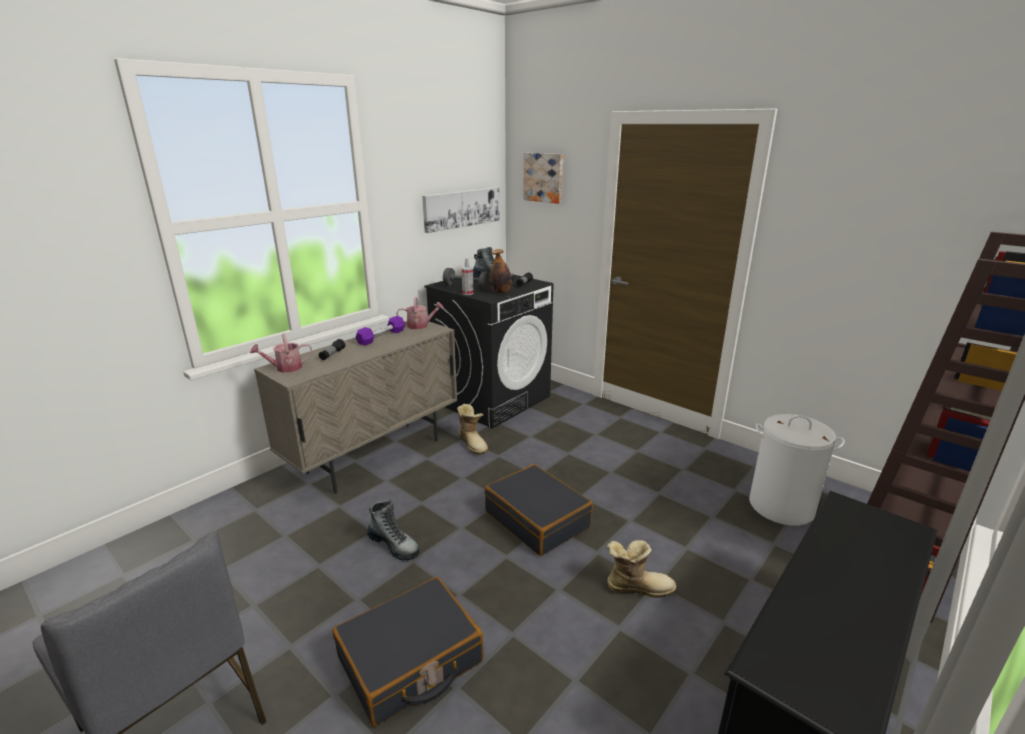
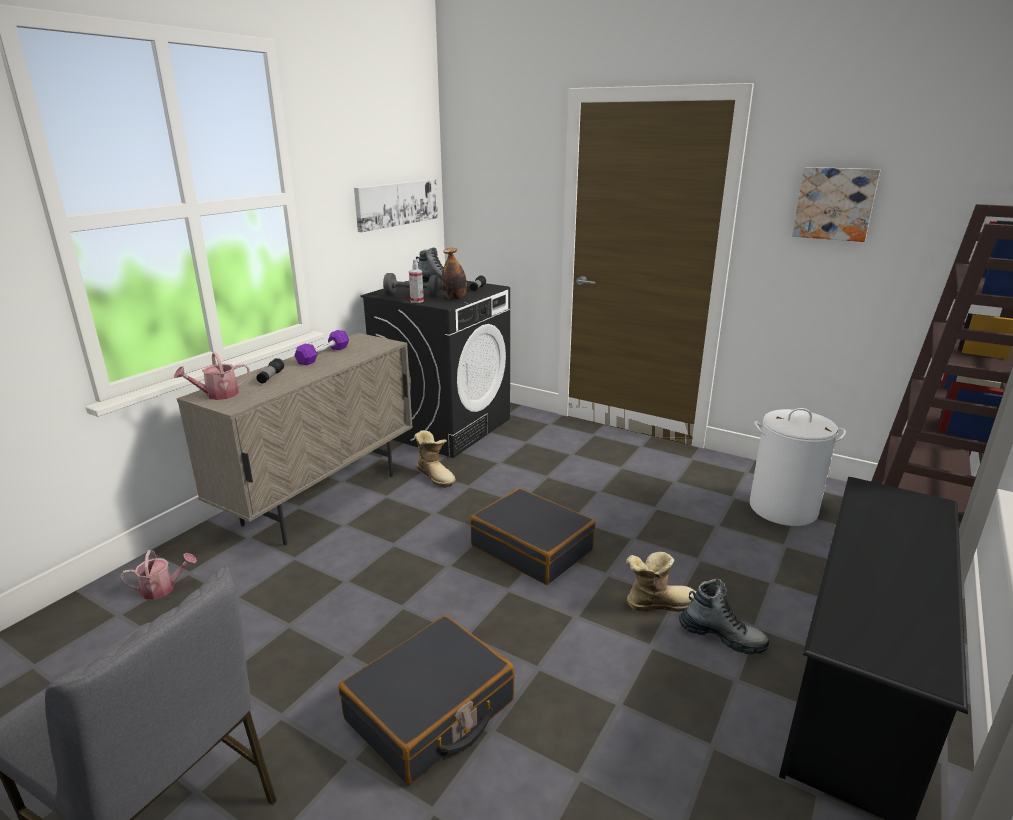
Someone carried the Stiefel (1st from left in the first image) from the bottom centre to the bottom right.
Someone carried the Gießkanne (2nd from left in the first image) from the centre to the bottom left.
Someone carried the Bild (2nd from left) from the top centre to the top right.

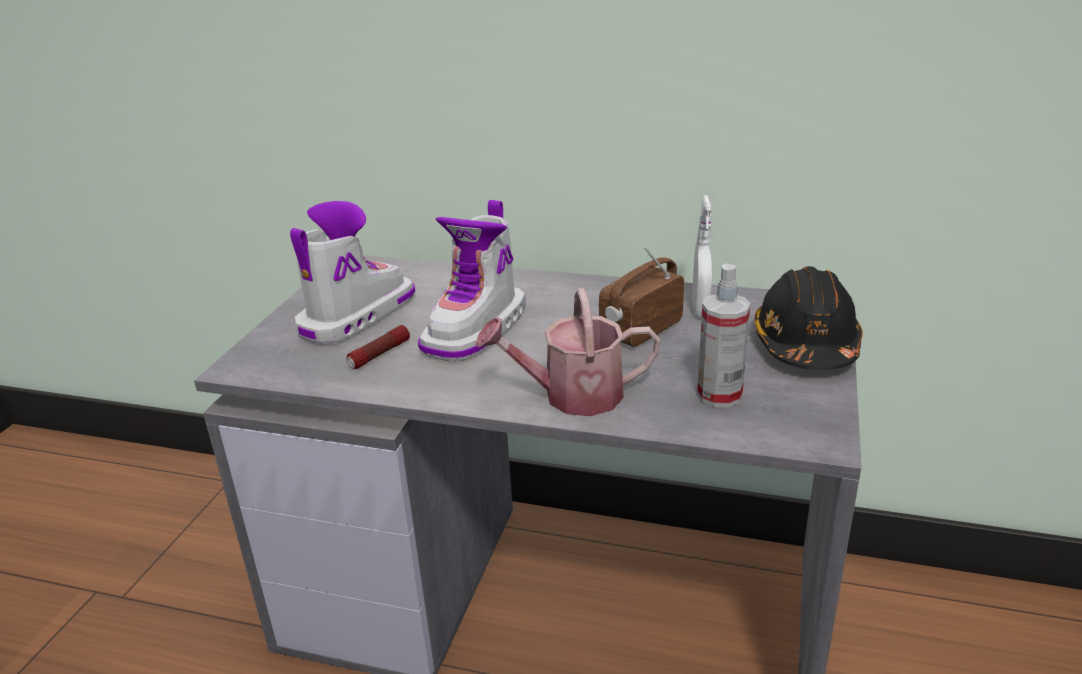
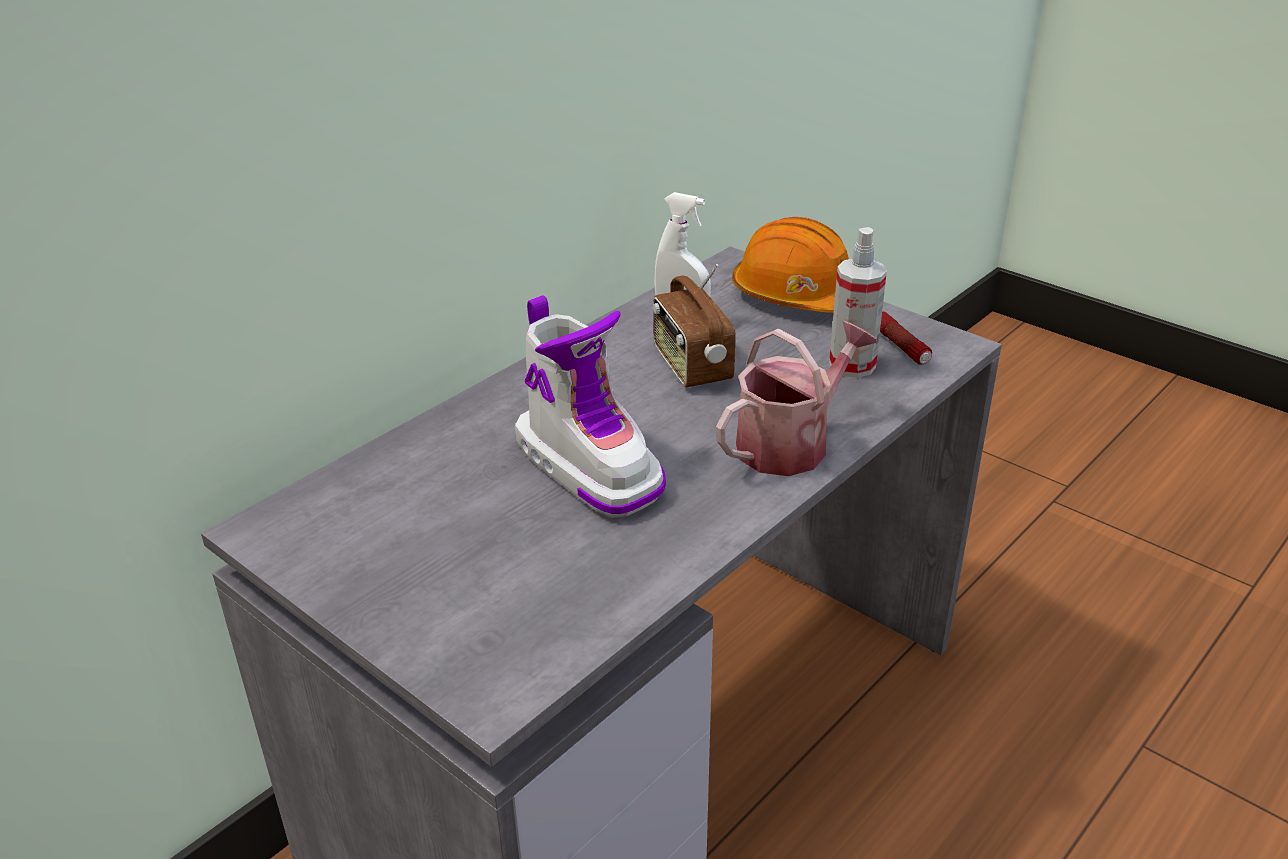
Someone took away the Stiefel (1st from left) at the middle left.
Someone carried the Taschenlampe from the centre to the middle right.
Someone rotated the Gießkanne at the centre by 150 degrees counterclockwise.
Someone repainted the Schutzhelm (schwarz) at the middle right, which became the Schutzhelm (orange) at the top centre.

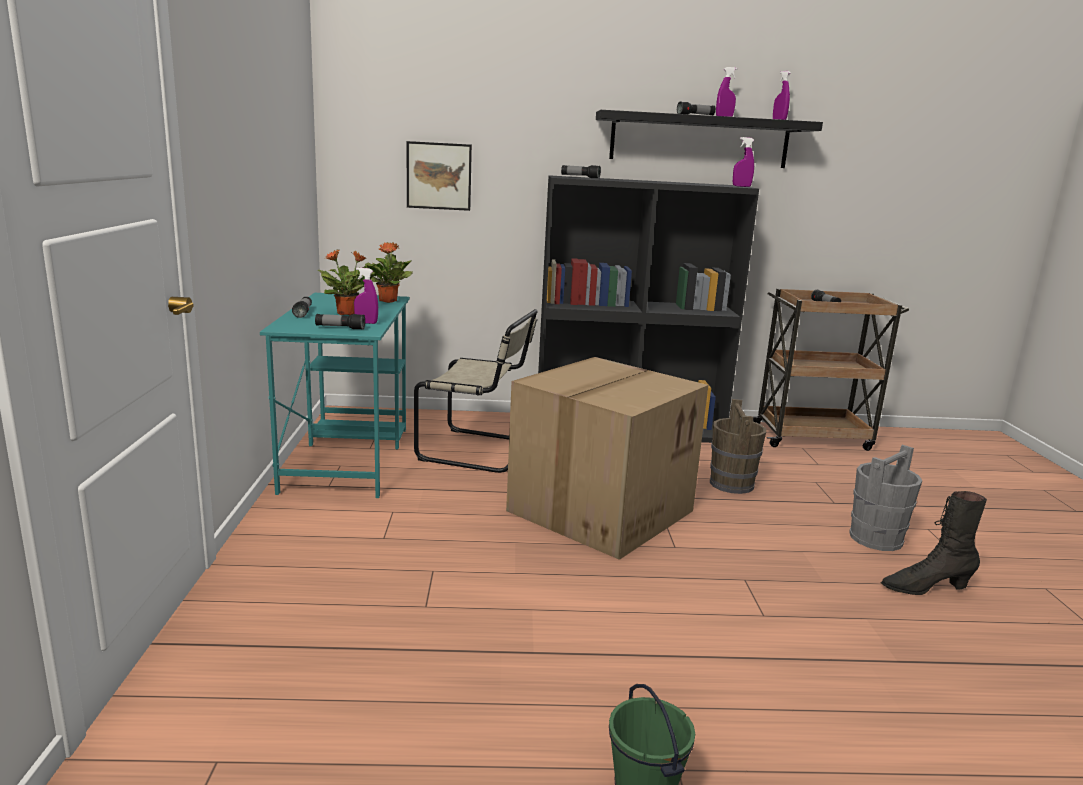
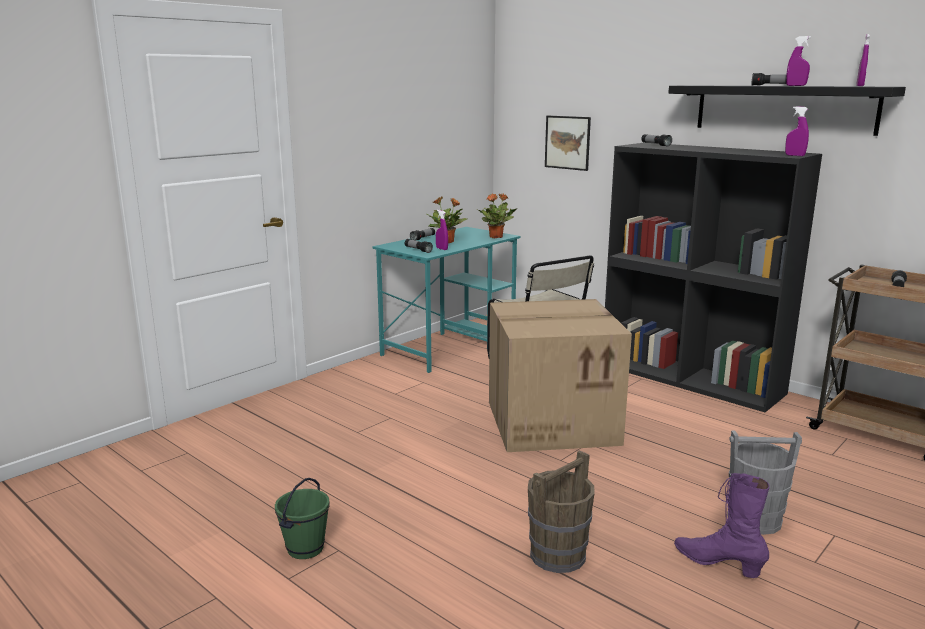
Someone carried the Eimer (braun) from the middle right to the bottom centre.
Someone repainted the Stiefel (schwarz) at the bottom right, which became the Stiefel (lila) at the bottom right.

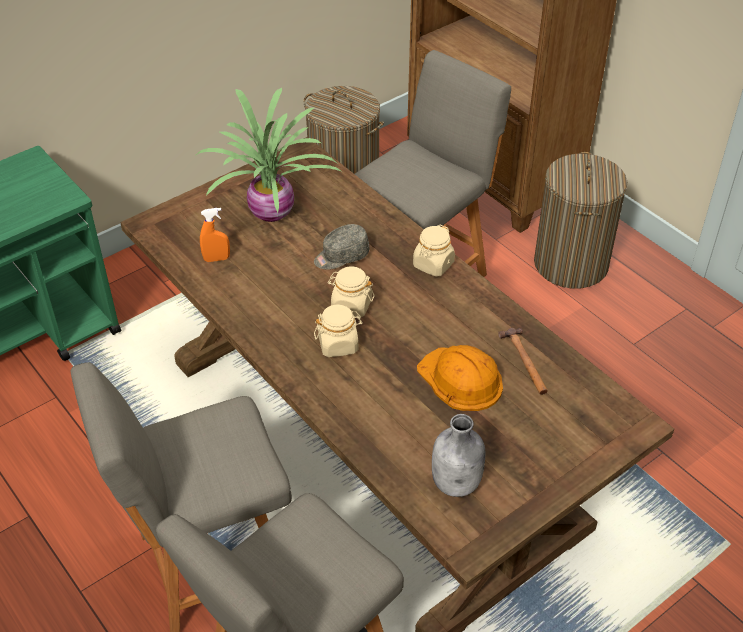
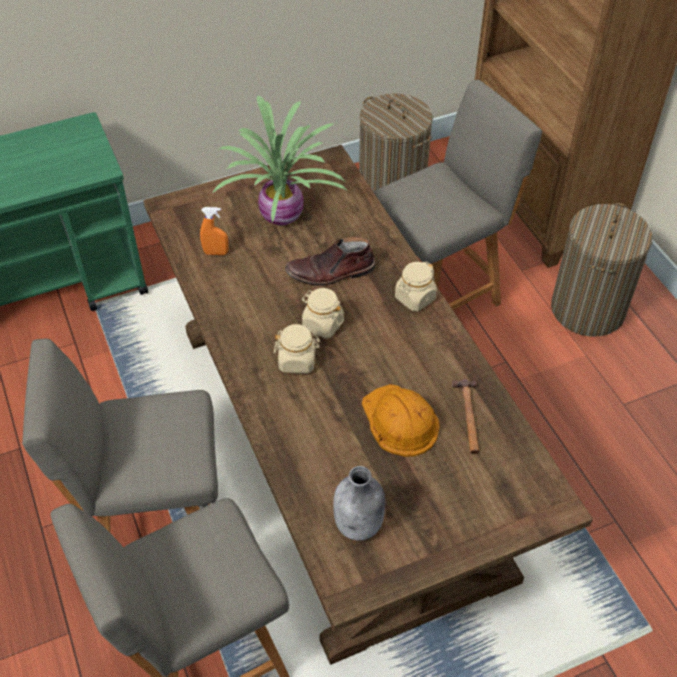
Someone swapped the Kappe (grau) at the centre for the Stiefel (braun) at the centre.

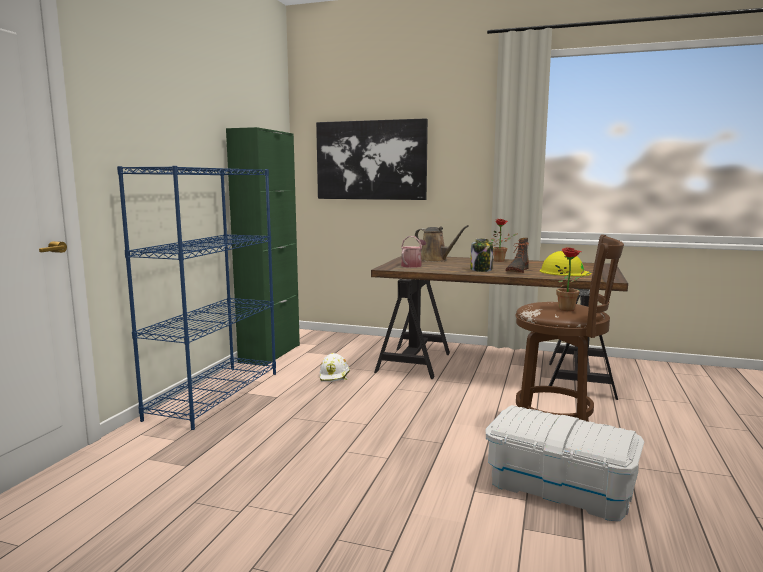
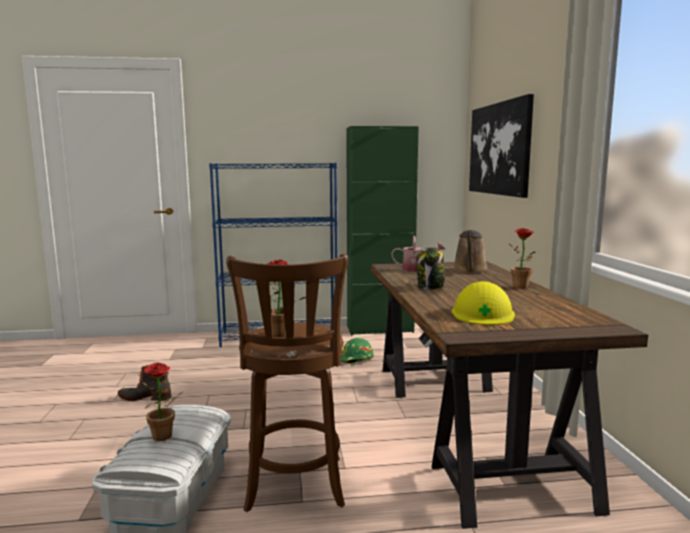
Someone repainted the Schutzhelm (weiß) at the centre, which became the Schutzhelm (grün) at the centre.
Someone carried the Stiefel from the middle right to the bottom left.
Someone put down the Topfpflanze (1st from left) at the bottom left.

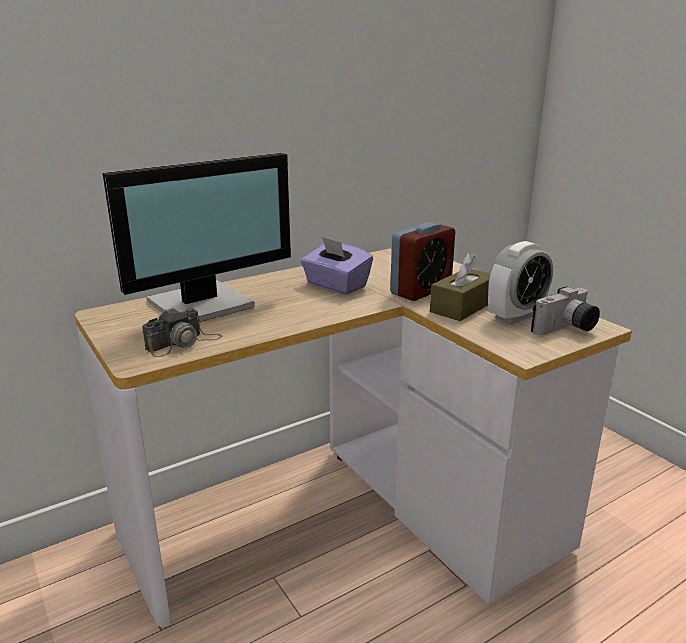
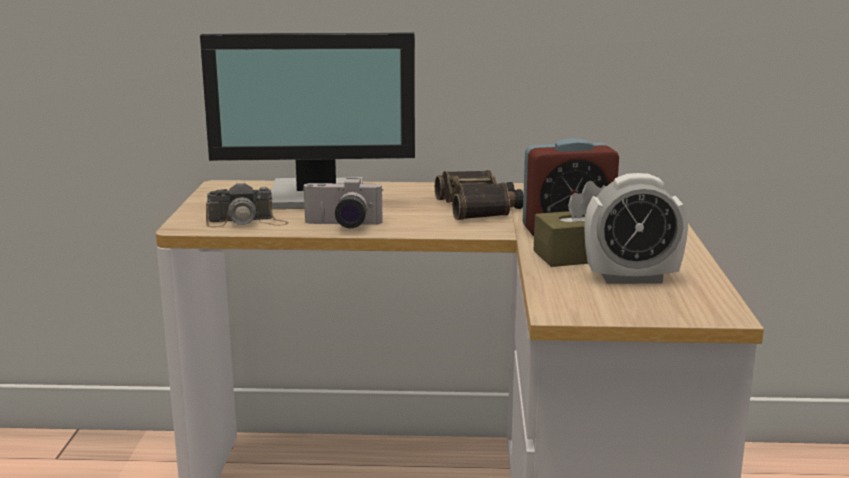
Someone swapped the Taschentuchbox (lila) at the centre for the Fernglas at the centre.
Someone carried the Kamera (2nd from left) from the middle right to the centre.

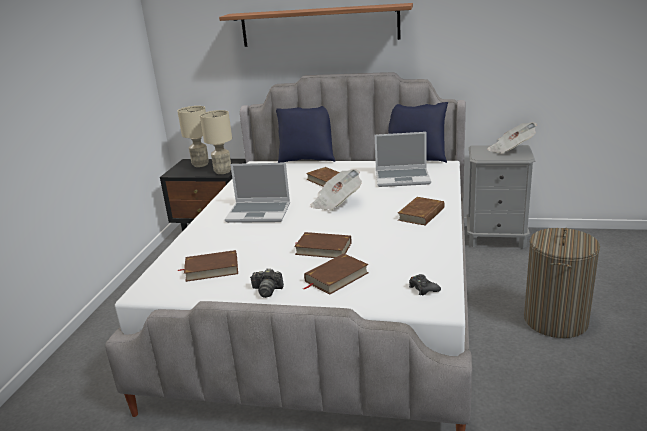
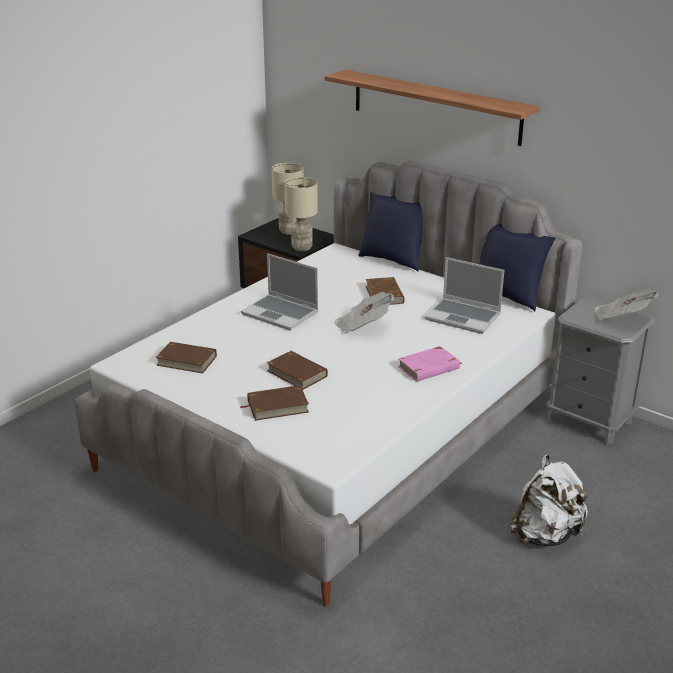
Someone took away the Kamera at the centre.
Someone repainted the Buch (braun) (5th from left) at the centre, which became the Buch (rosa) at the centre.
Someone took away the Gamepad (schwarz) at the centre.
Someone swapped the Wäschekorb at the middle right for the Rucksack (weiß) at the bottom right.

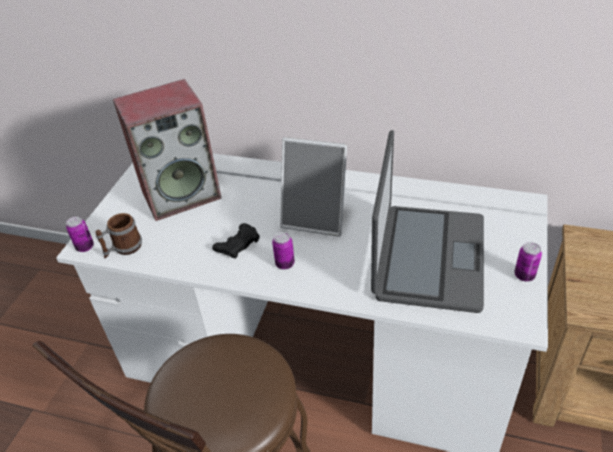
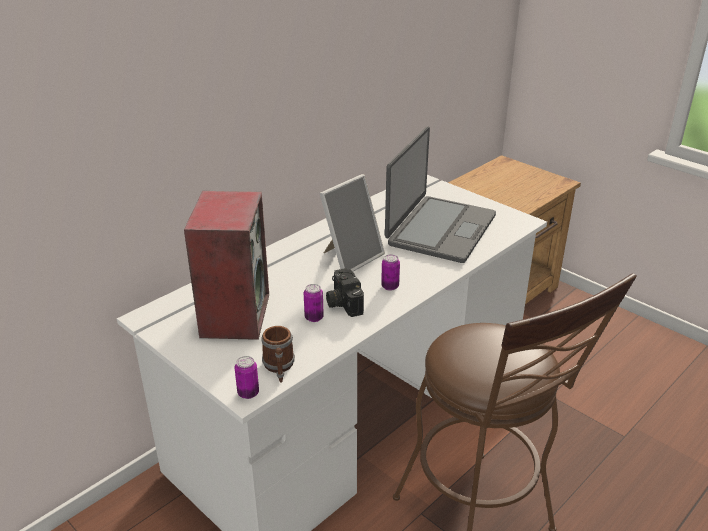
Someone swapped the Gamepad (schwarz) at the centre for the Kamera at the centre.
Someone rotated the Laptop at the middle right by 75 degrees clockwise.
Someone carried the Dose (3rd from left in the first image) from the middle right to the centre.

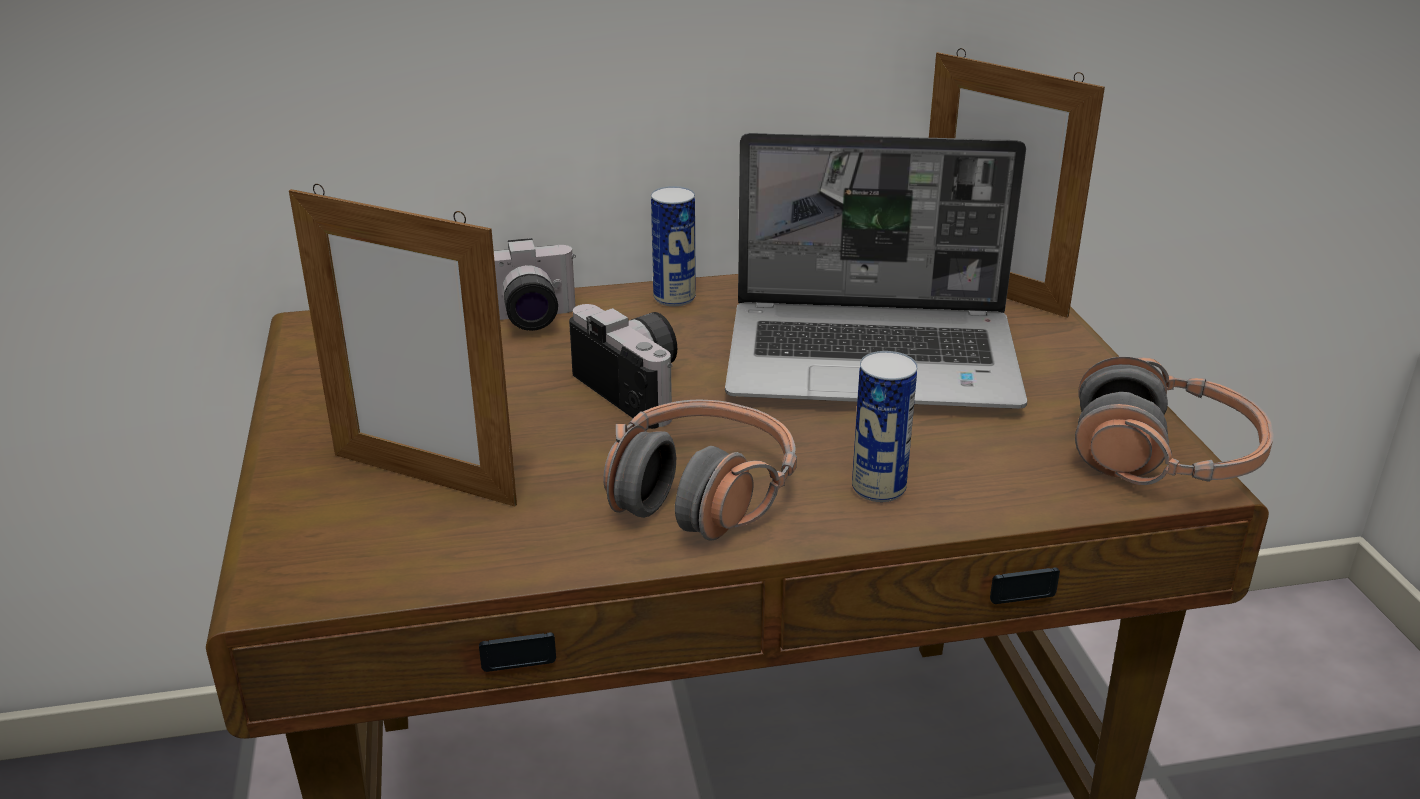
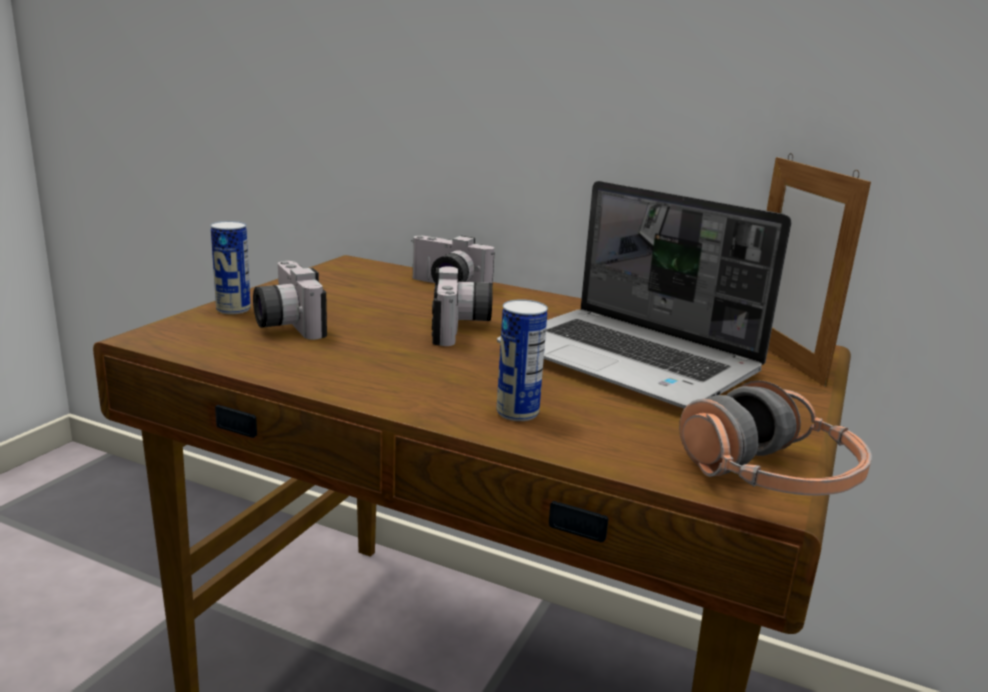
Someone swapped the Bilderrahmen (1st from left) at the middle left for the Kamera (1st from left) at the middle left.
Someone took away the Kopfhörer (1st from left) at the centre.
Someone carried the Dose (1st from left) from the top centre to the middle left.

